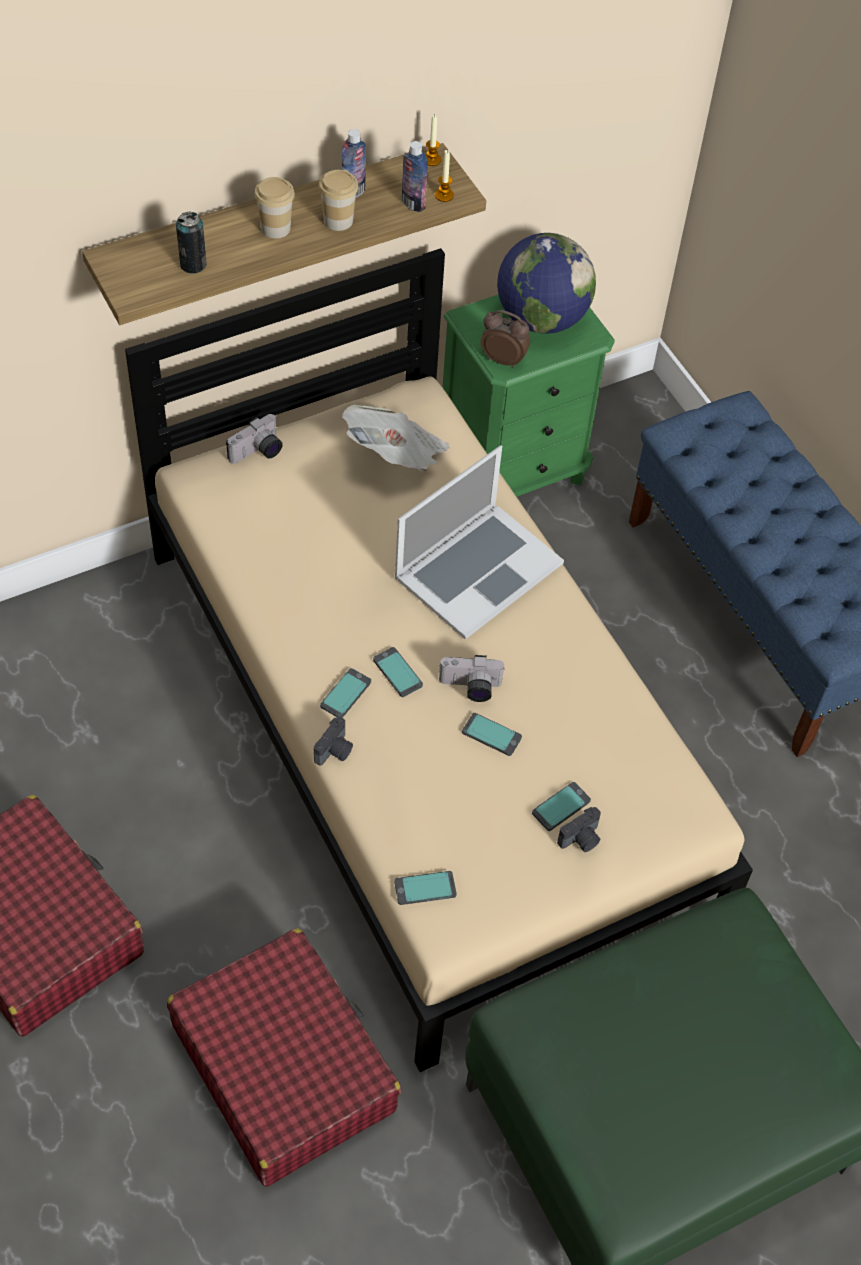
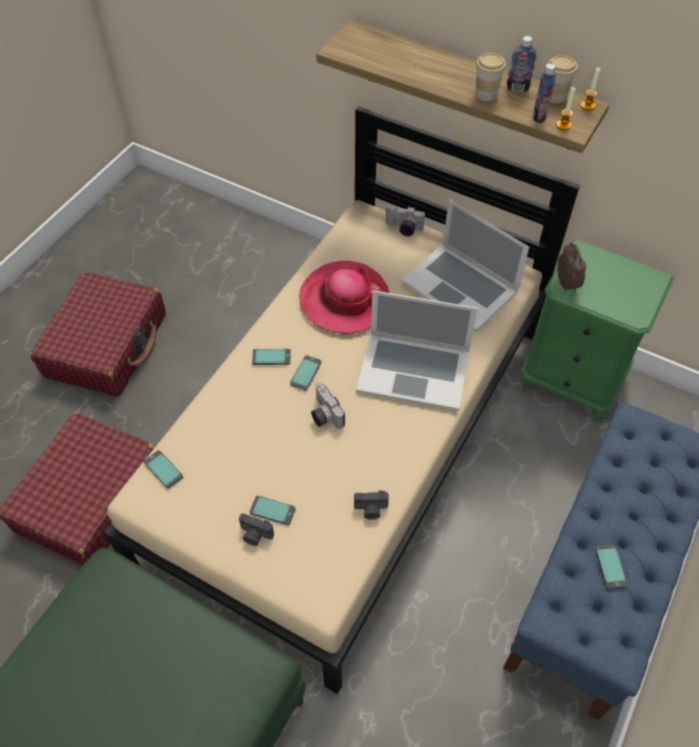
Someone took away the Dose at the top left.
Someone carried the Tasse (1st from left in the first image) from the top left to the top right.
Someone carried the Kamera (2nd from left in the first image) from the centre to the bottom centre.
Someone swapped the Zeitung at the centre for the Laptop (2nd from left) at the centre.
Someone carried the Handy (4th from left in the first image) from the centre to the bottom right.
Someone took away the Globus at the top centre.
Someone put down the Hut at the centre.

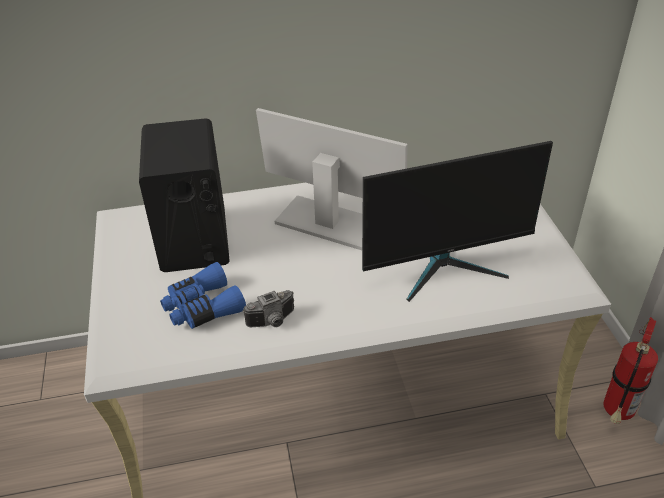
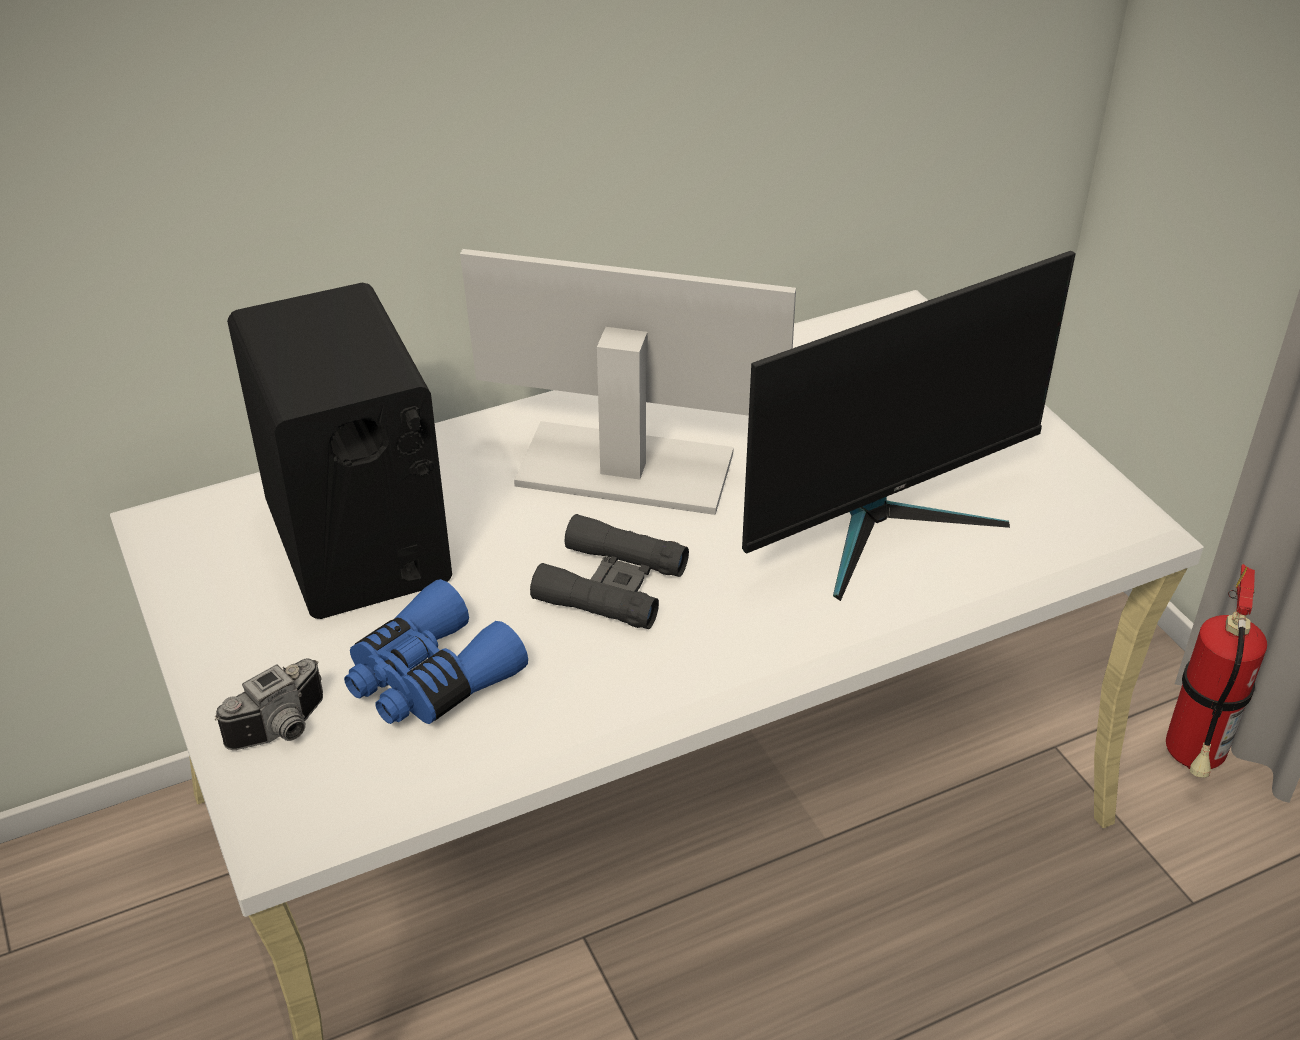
Someone carried the Kamera from the centre to the bottom left.
Someone put down the Fernglas (schwarz) at the centre.

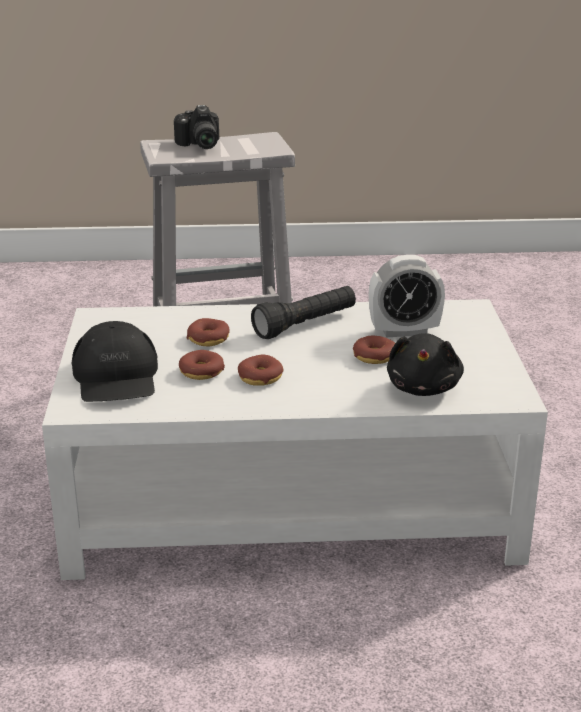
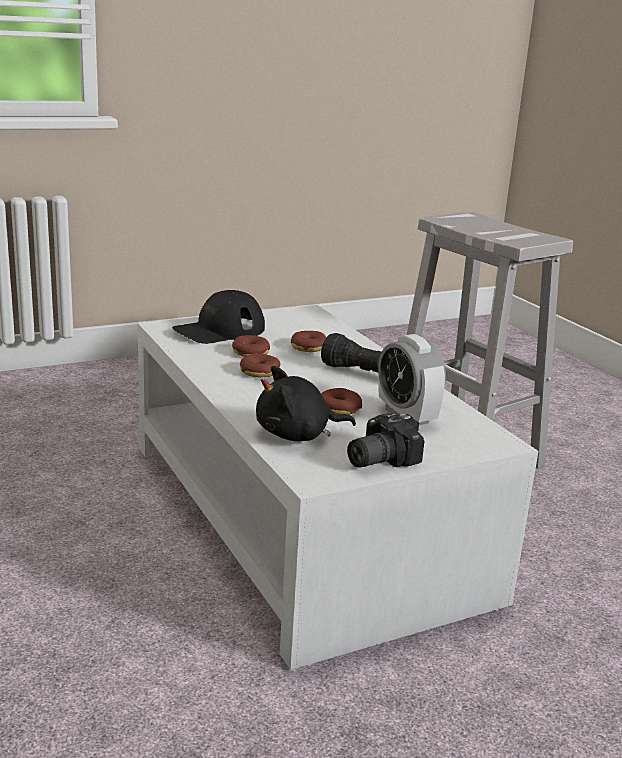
Someone carried the Kamera from the top centre to the centre.

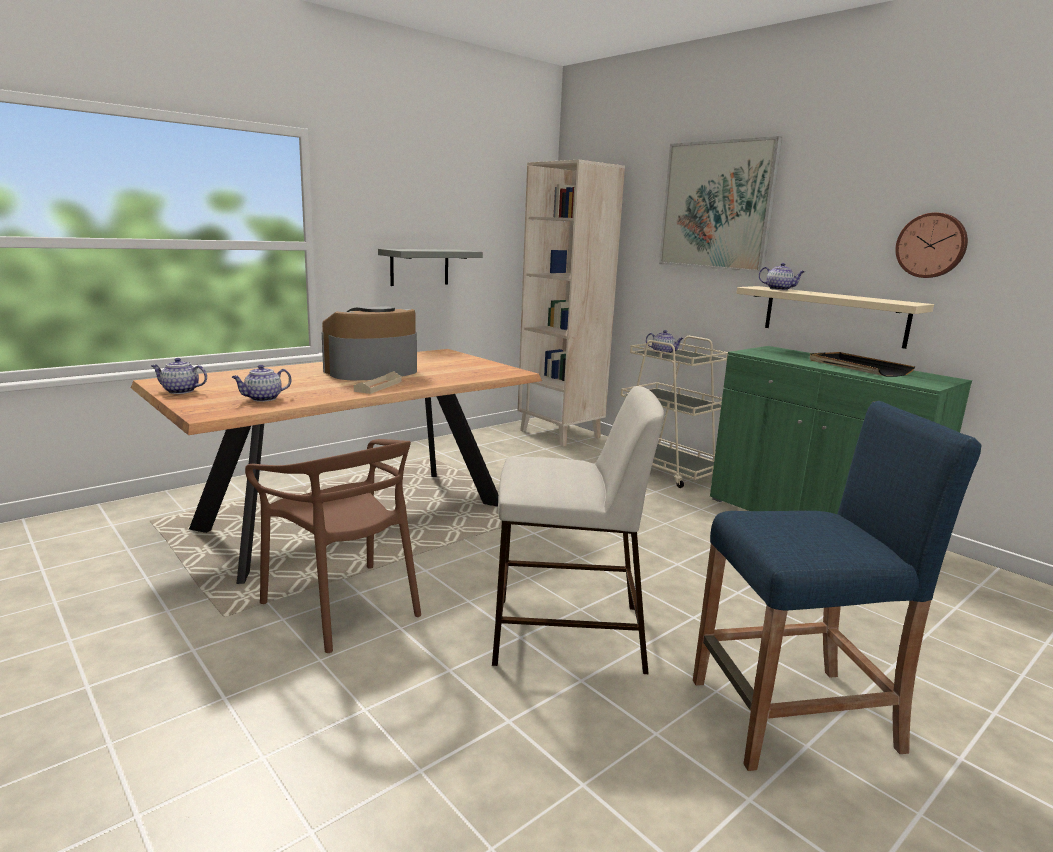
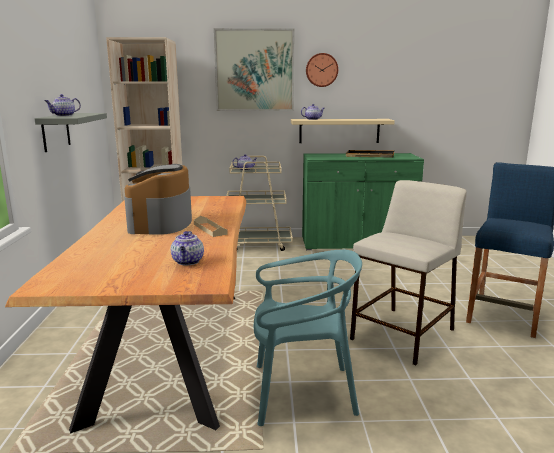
Someone carried the Teekanne (1st from left) from the middle left to the top left.
Someone repainted the Stuhl (braun) at the middle left, which became the Stuhl (türkis) at the bottom centre.
Someone carried the Wanduhr from the top right to the top centre.

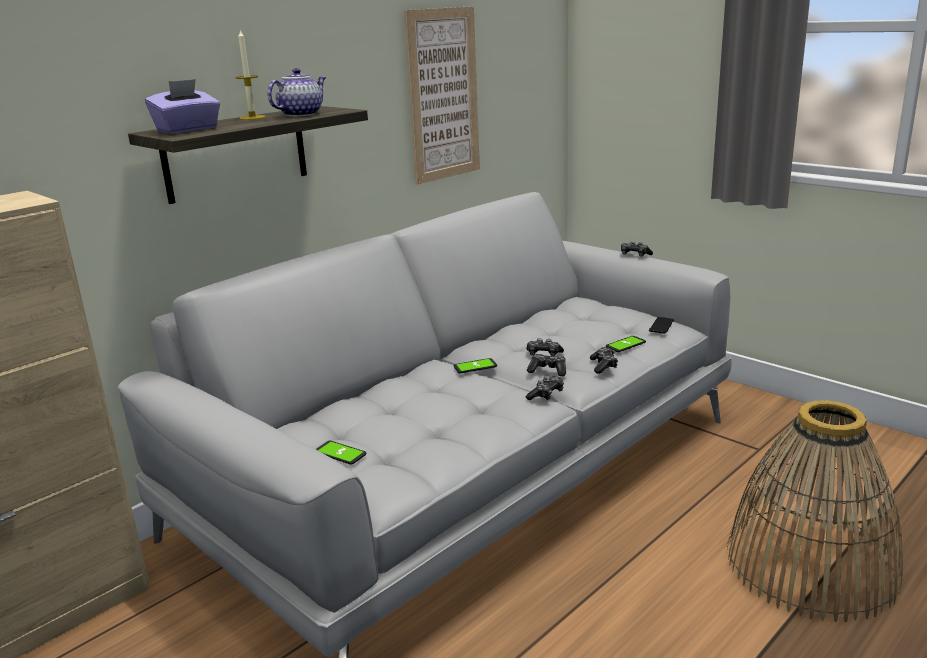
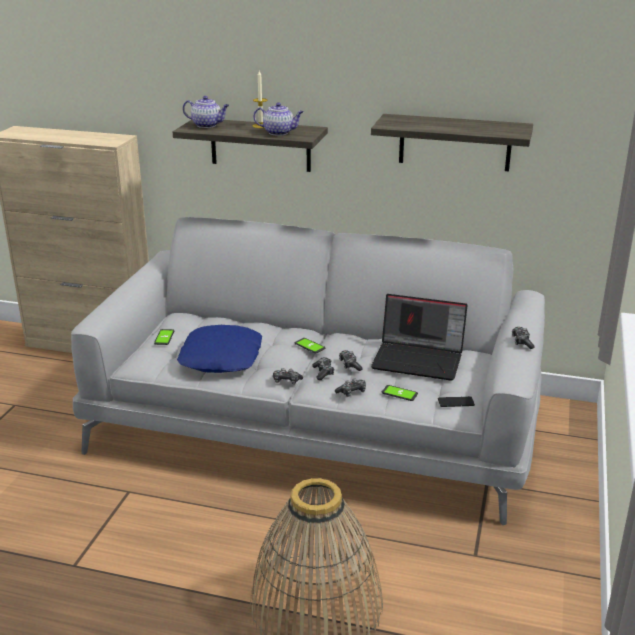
Someone swapped the Taschentuchbox (lila) at the top left for the Teekanne (1st from left) at the top left.
Someone swapped the Bild at the top centre for the Wandregal (2nd from left) at the top right.
Someone put down the Kissen (blau) at the centre.
Someone put down the Laptop at the centre.

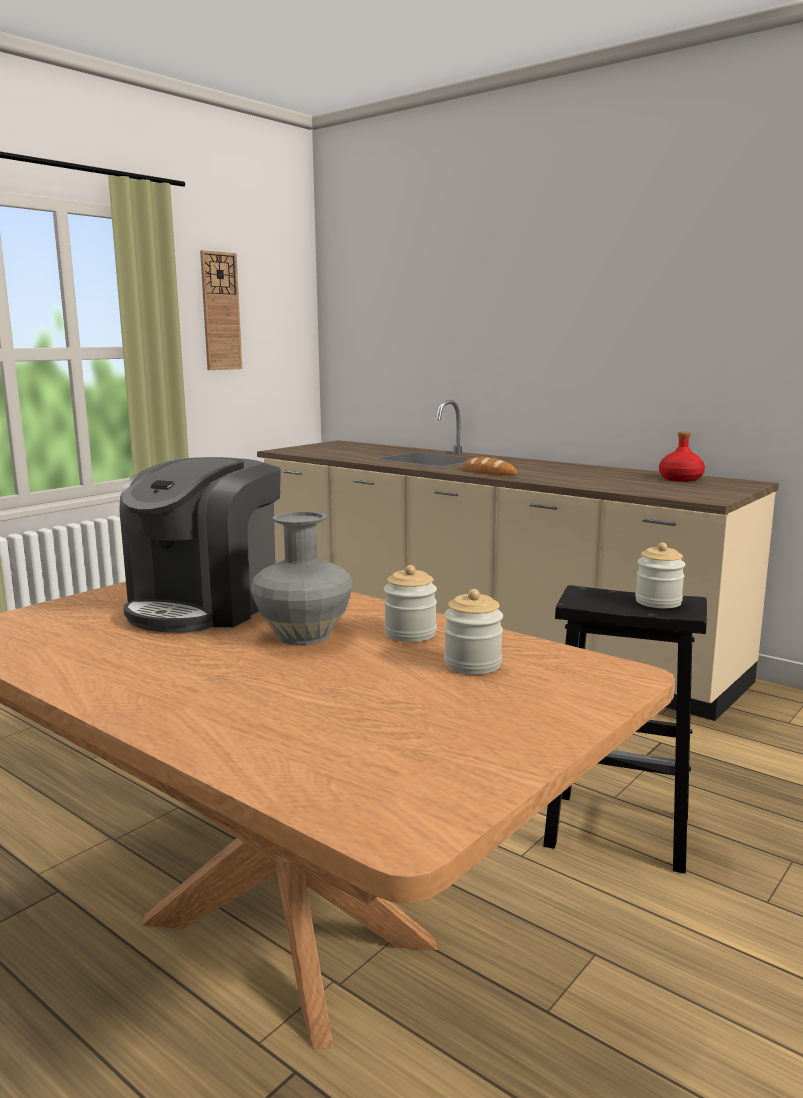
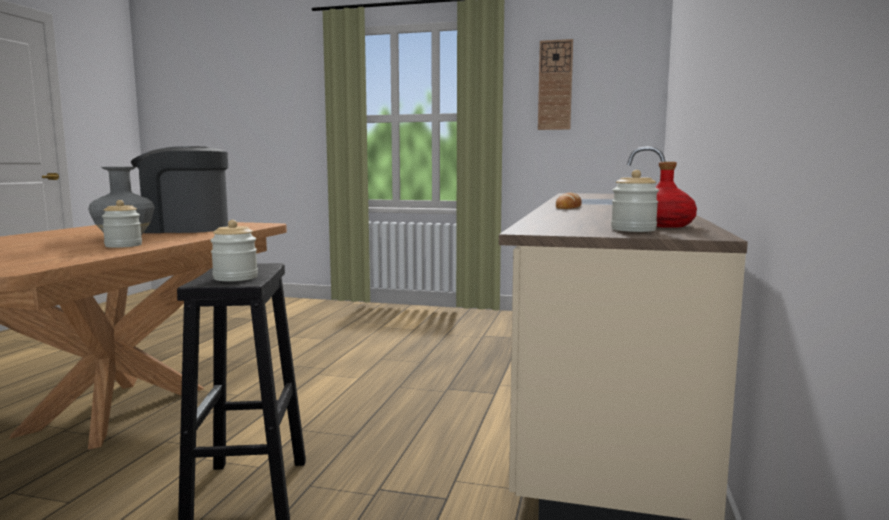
Someone carried the Vorratsglas (2nd from left in the first image) from the centre to the middle right.

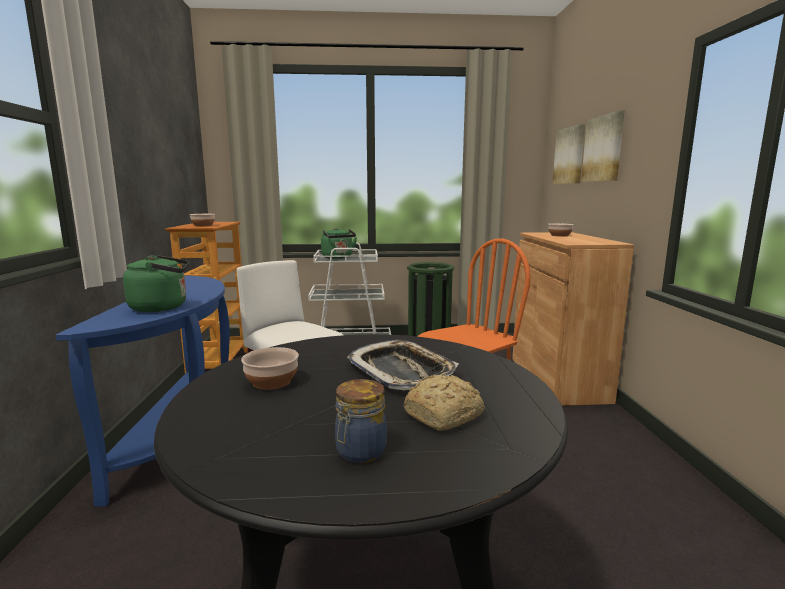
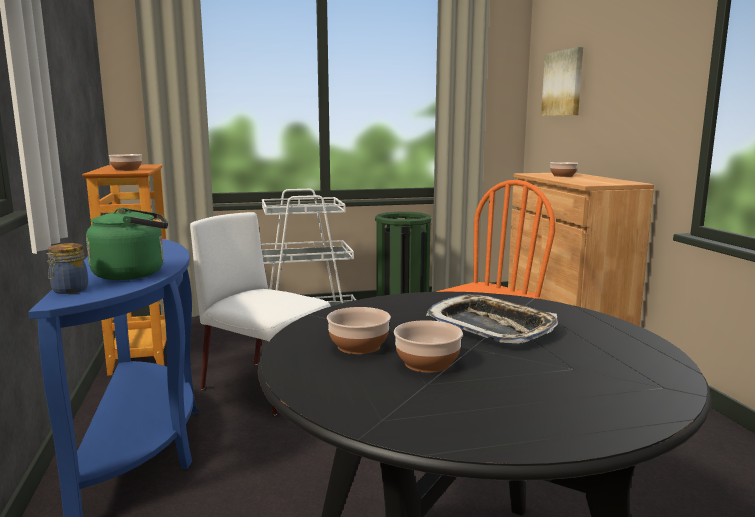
Someone took away the Wasserkessel (grün) (2nd from left) at the centre.
Someone carried the Vorratsglas from the bottom centre to the middle left.
Someone took away the Brot at the bottom centre.
Someone took away the Bild (2nd from left) at the top right.
Someone put down the Schüssel (3rd from left) at the bottom centre.

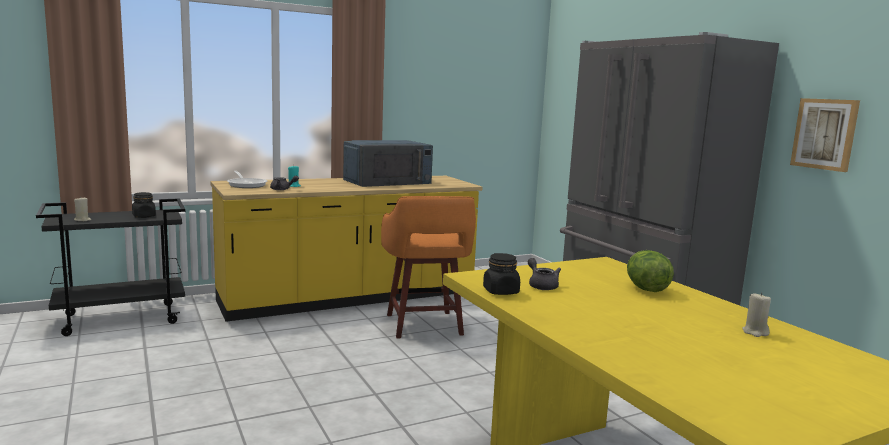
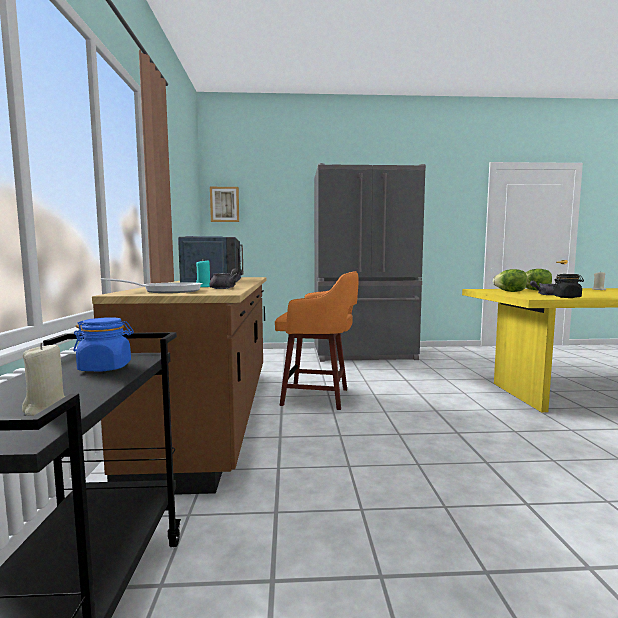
Someone repainted the Vorratsglas (schwarz) (1st from left) at the middle left, which became the Vorratsglas (blau) at the middle left.
Someone repainted the Küchenzeile (gelb) at the centre, which became the Küchenzeile (braun) at the middle left.
Someone carried the Bild from the top right to the top centre.
Someone put down the Salatkopf (1st from left) at the middle right.

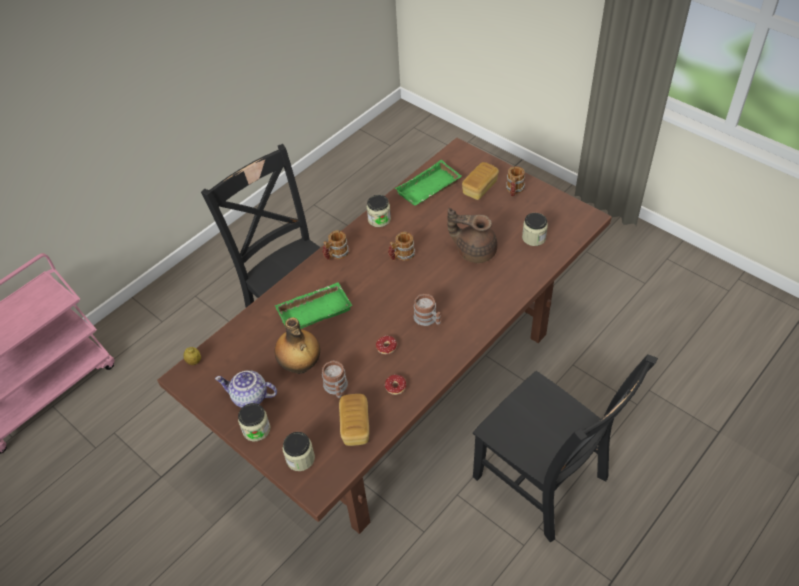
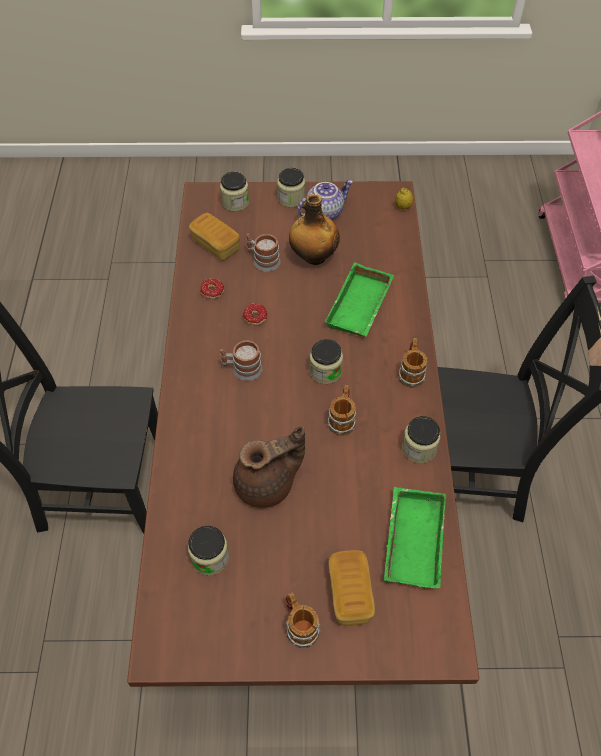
Someone put down the Vorratsglas (4th from left) at the centre.

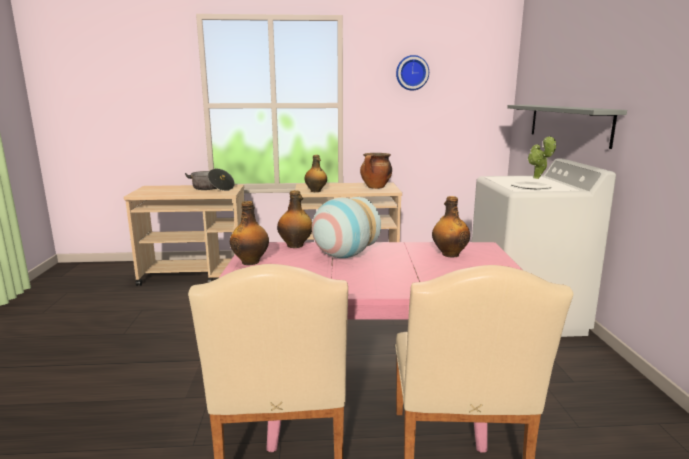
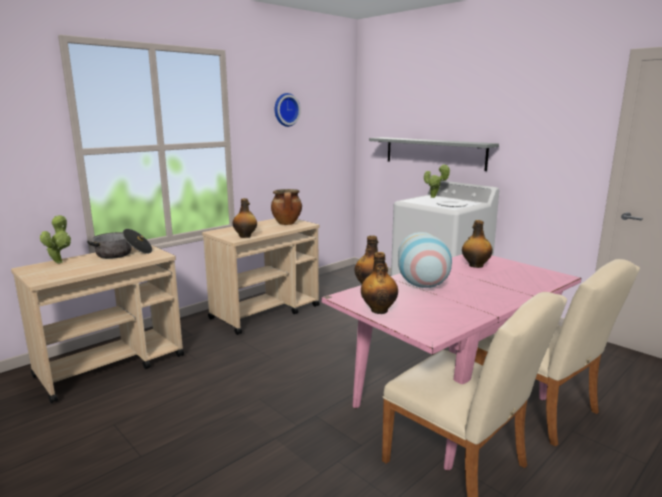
Someone put down the Topfpflanze (1st from left) at the middle left.

